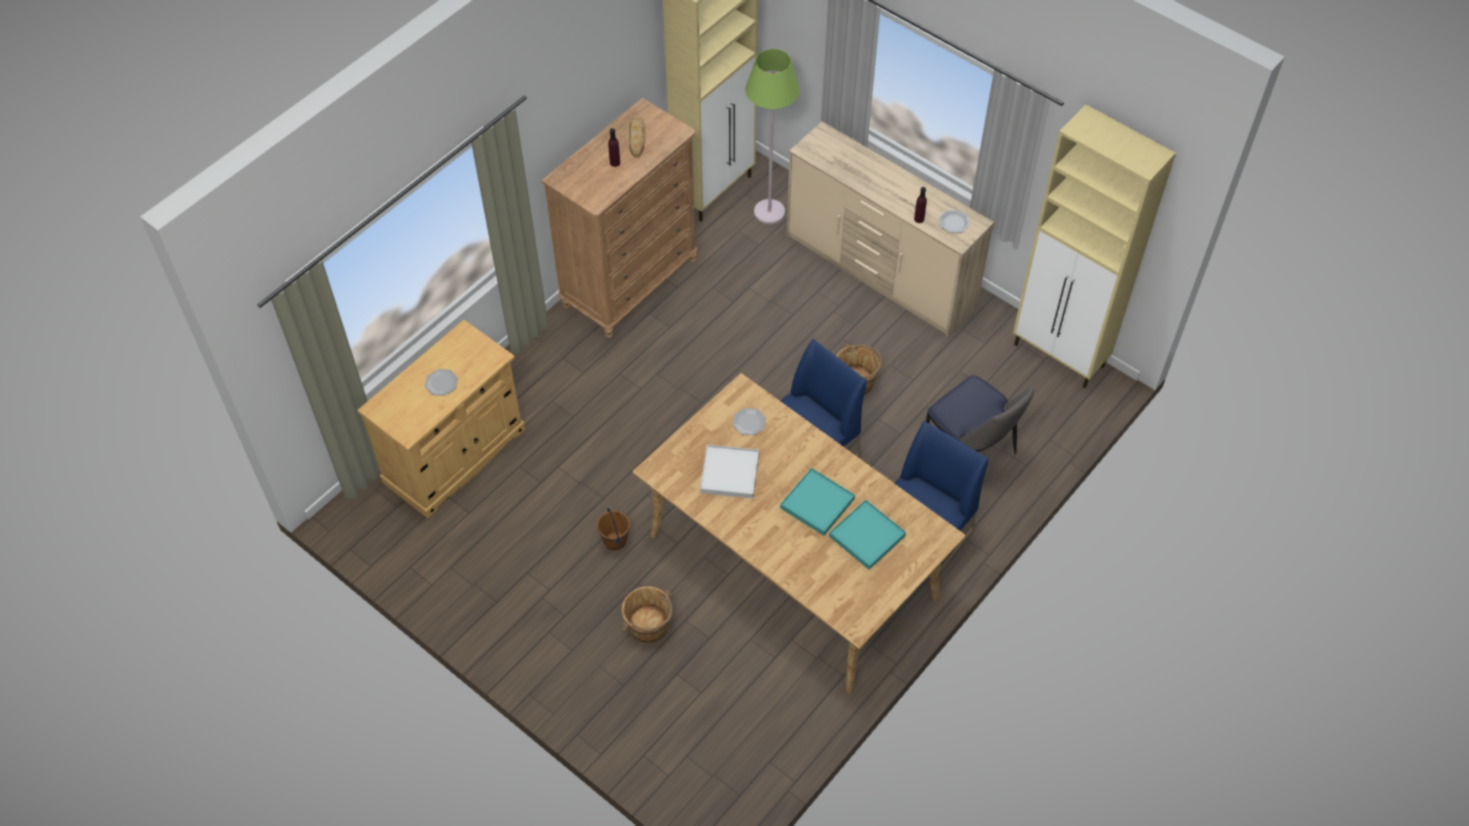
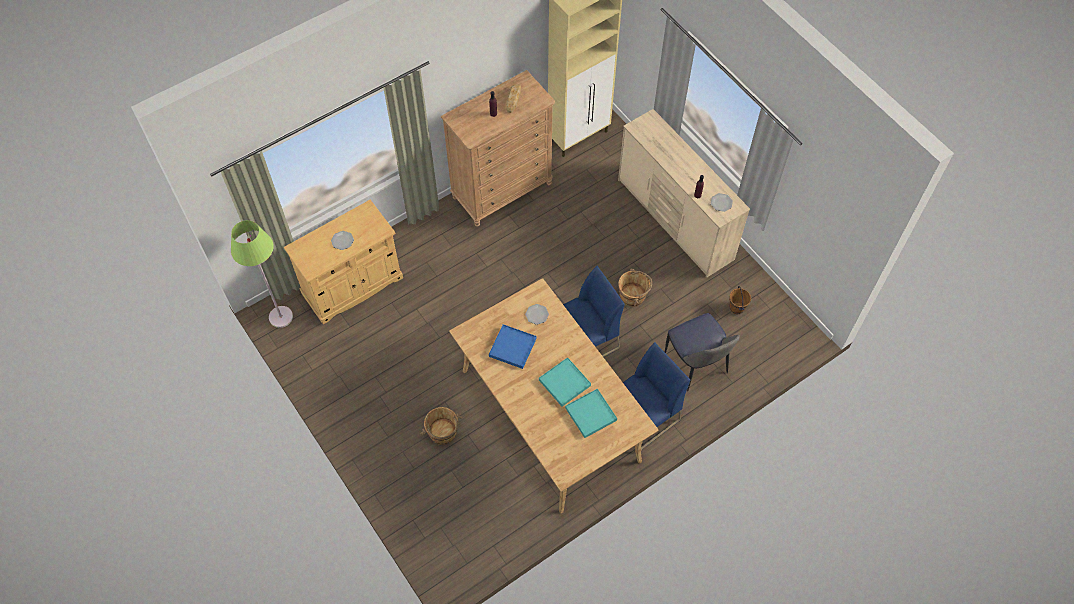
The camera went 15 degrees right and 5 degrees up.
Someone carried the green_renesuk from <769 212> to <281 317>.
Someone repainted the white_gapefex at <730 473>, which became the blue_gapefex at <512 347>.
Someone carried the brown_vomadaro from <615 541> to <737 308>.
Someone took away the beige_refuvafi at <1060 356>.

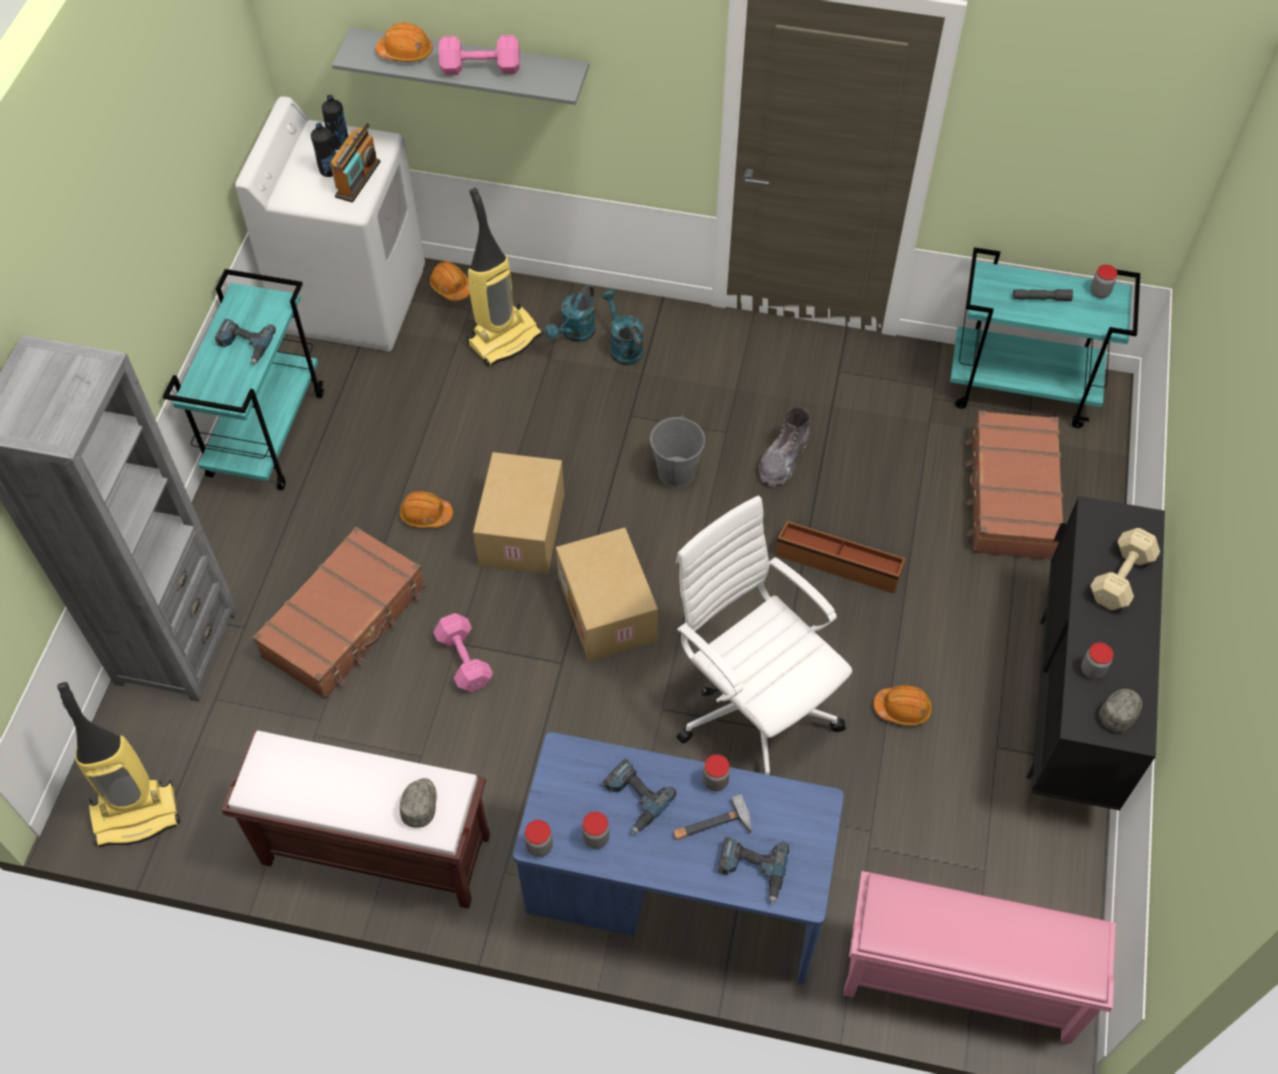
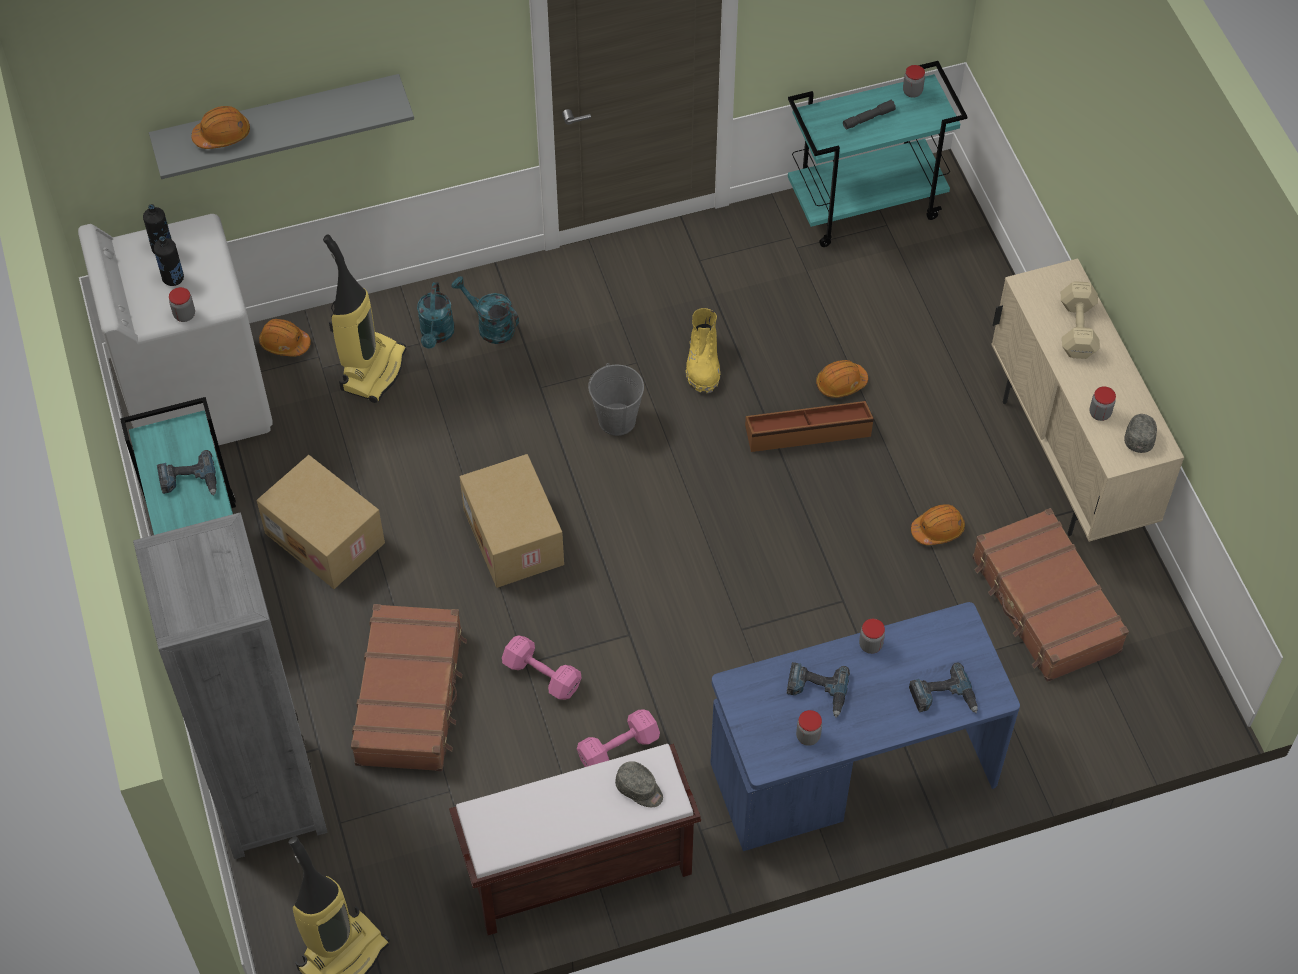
The camera went 30 degrees left and 0 degrees up.
Someone carried the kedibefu from <539 846> to <184 315>.
Someone carried the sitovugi from <609 610> to <326 537>.
Someone carried the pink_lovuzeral from <479 67> to <616 748>.
Someone rotated the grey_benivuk at <420 804> by 150 degrees clockwise.
Someone repainted the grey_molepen at <783 460>, which became the yellow_molepen at <703 364>.
Someone carried the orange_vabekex from <425 515> to <840 383>.
Someone carried the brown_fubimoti from <1010 496> to <1044 605>.
Someone repainted the black_refuvafi at <1070 705>, which became the beige_refuvafi at <1067 460>.
Someone took away the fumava at <358 179>.
Someone took away the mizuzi at <711 826>.
Someone took away the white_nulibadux at <753 705>.
Someone took away the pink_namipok at <957 982>.

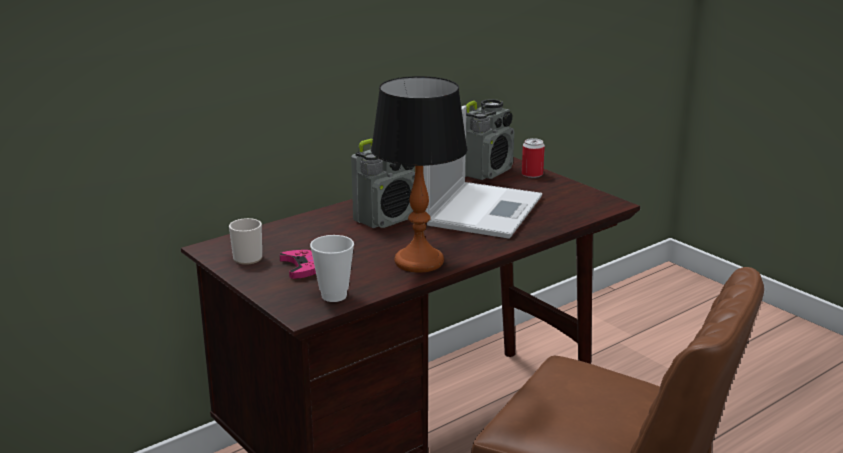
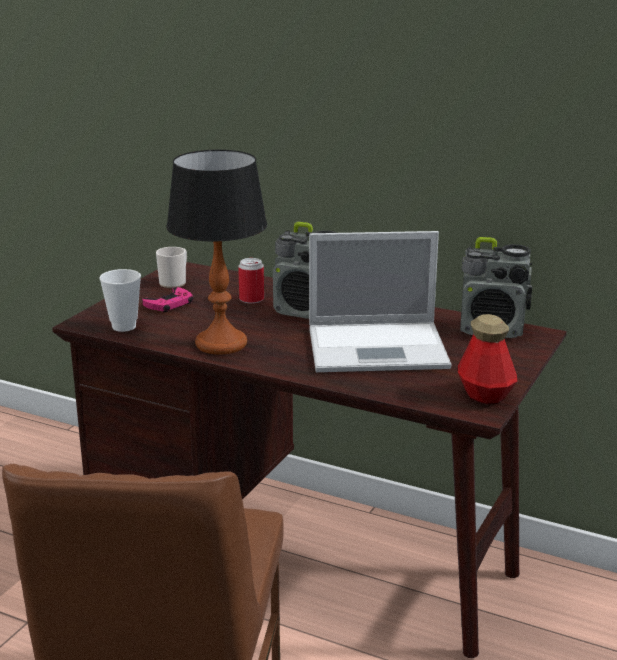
The camera went 65 degrees right and 0 degrees up.
Someone carried the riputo from <532 174> to <251 299>.
Someone put down the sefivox at <485 395>.

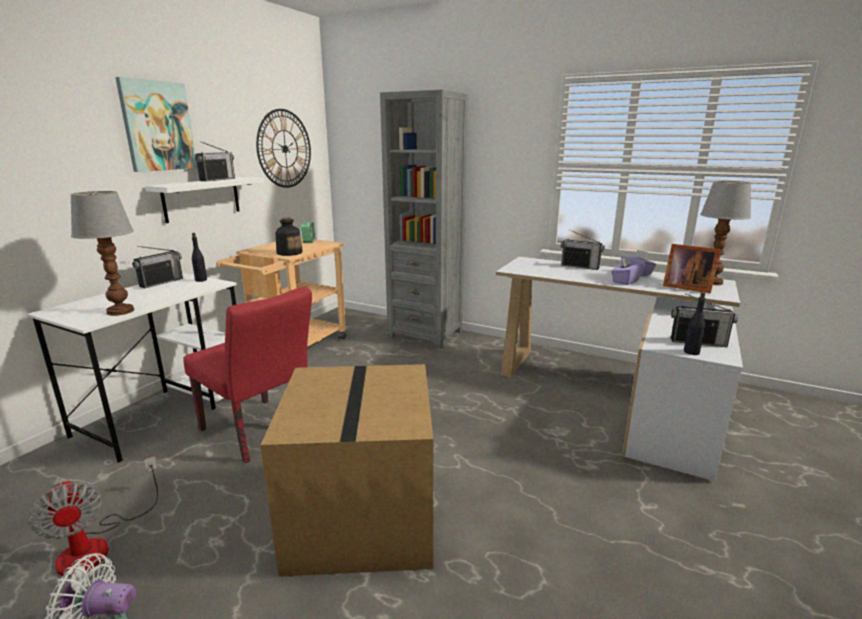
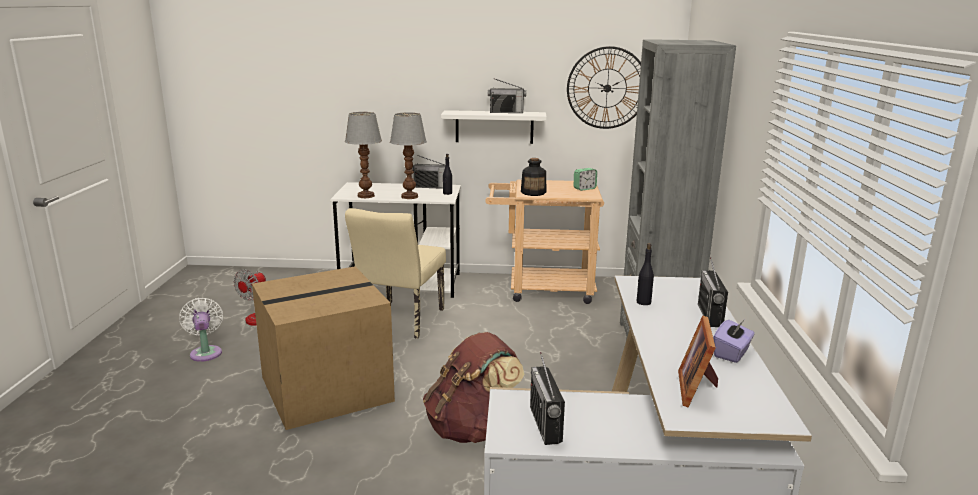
The camera went 65 degrees right and 0 degrees up.
Someone repainted the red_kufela at <260 433>, which became the beige_kufela at <399 322>.
Someone carried the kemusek from <712 282> to <410 197>.
Someone put down the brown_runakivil at <472 429>.
Someone carried the black_sefivox from <691 352> to <643 302>.
Someone took away the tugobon at <157 126>.
Someone took away the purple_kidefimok at <625 281>.

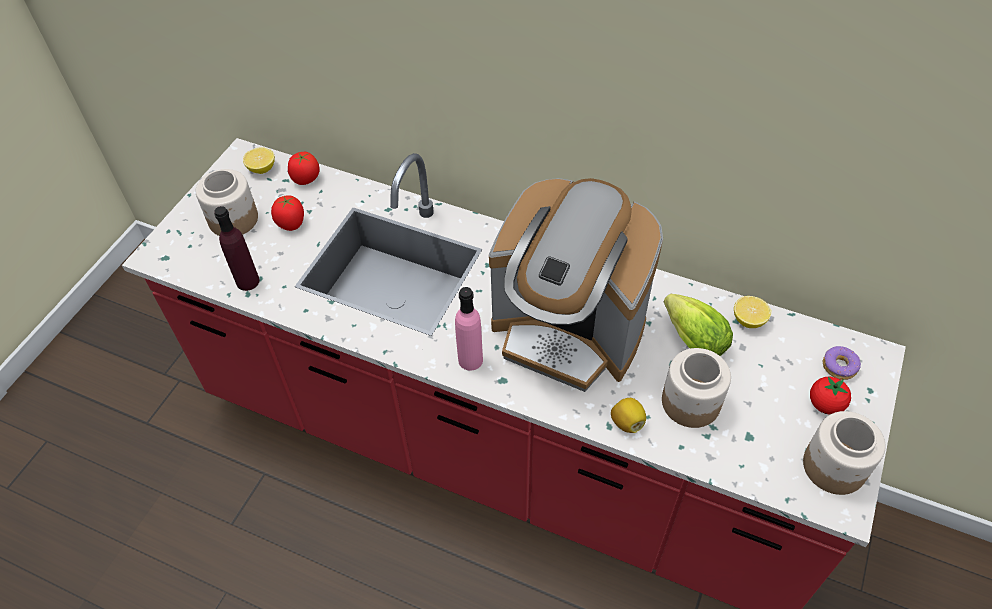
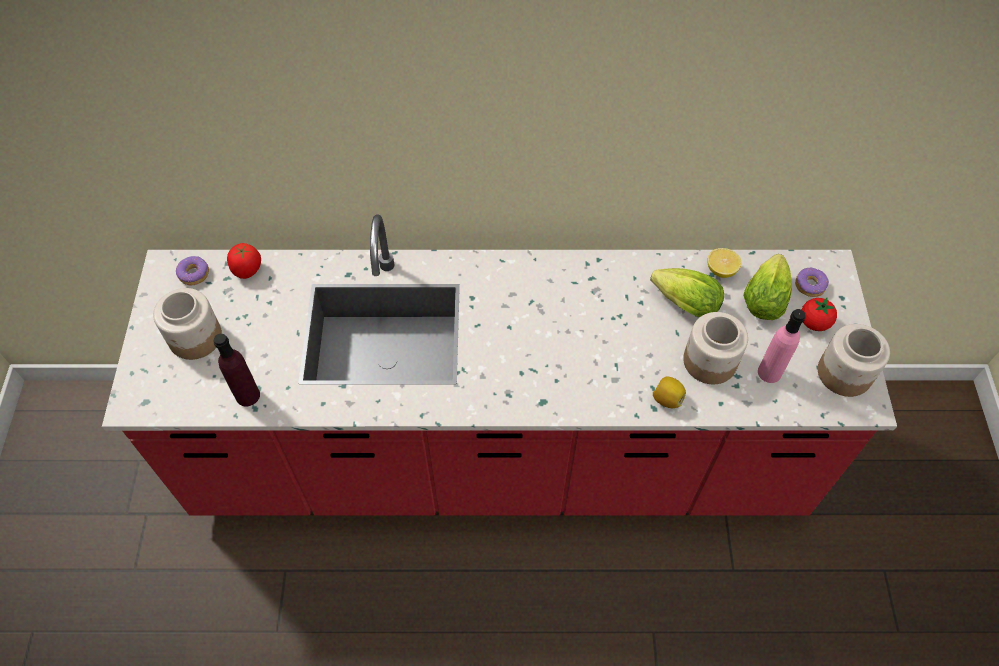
The camera went 25 degrees left and 5 degrees up.
Someone swapped the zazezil at <262 168> for the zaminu at <194 274>.
Someone put down the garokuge at <765 297>.
Someone carried the pink_sefivox from <470 360> to <769 372>.
Someone took away the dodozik at <291 224>.
Someone took away the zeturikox at <568 332>.

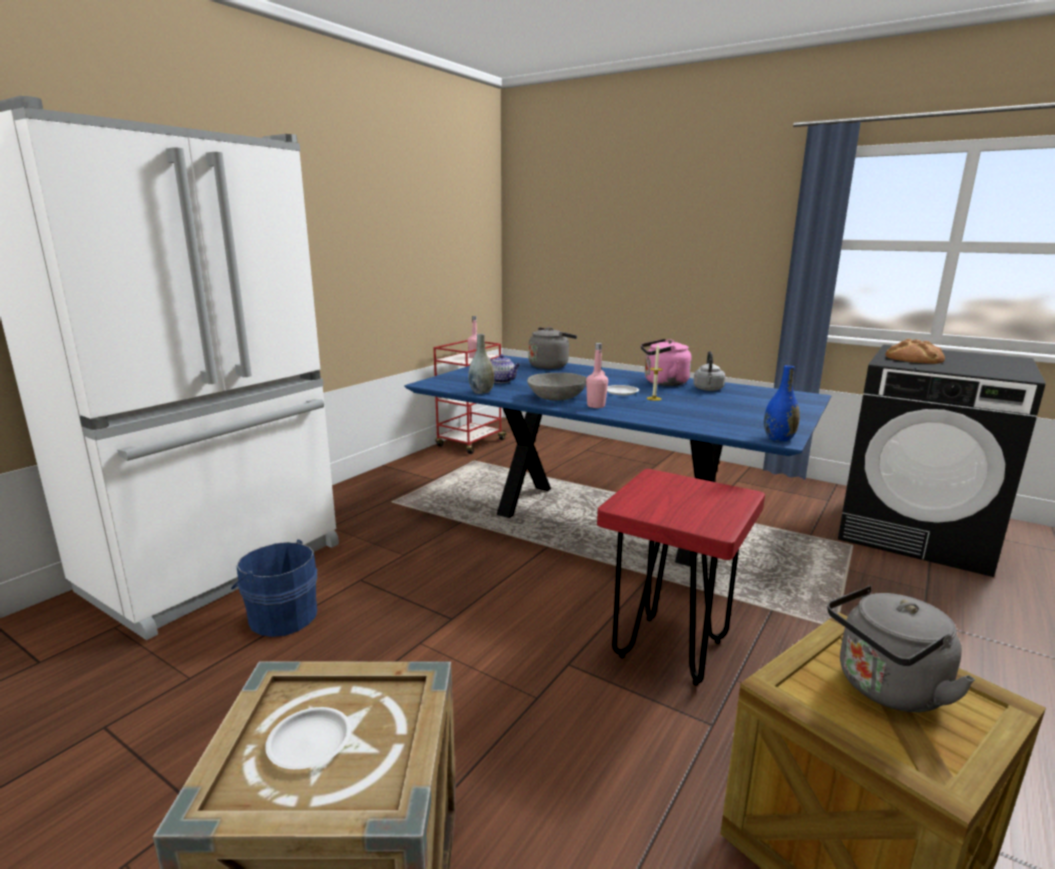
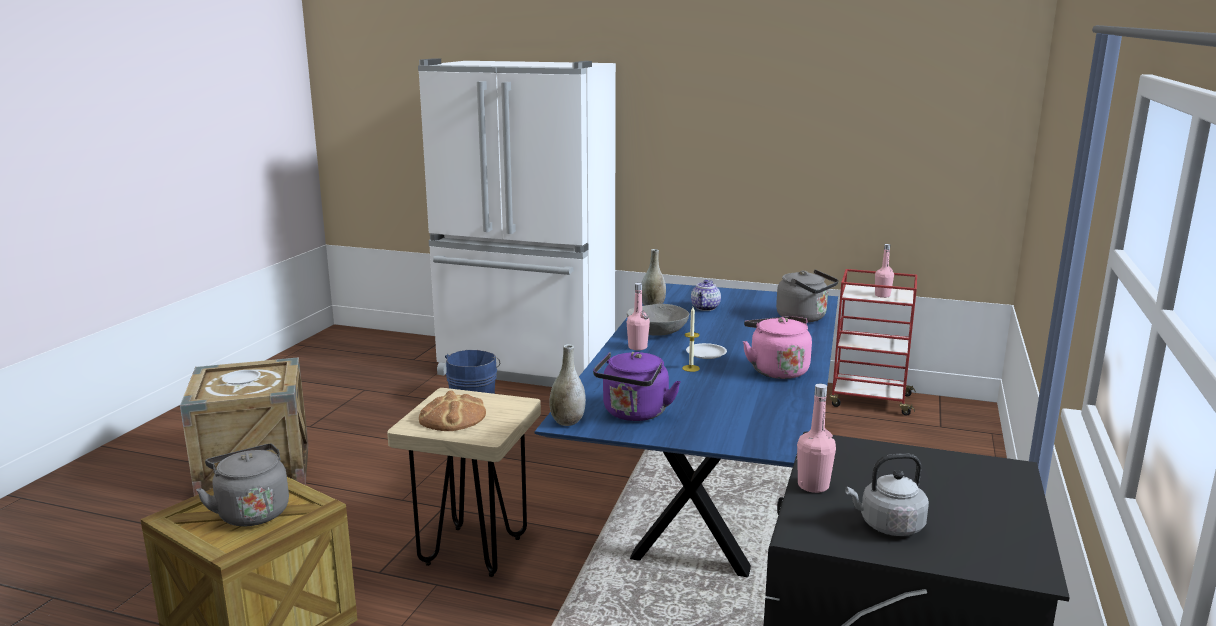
The camera went 75 degrees right and 0 degrees up.
Someone repainted the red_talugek at <669 649>, which became the beige_talugek at <473 551>.
Someone carried the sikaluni from <913 358> to <452 417>.
Someone repainted the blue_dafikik at <778 438>, which became the grey_dafikik at <567 422>.
Someone put down the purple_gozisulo at <634 414>.
Someone put down the pink_sefivox at <813 486>.
Someone carried the grey_gozisulo from <708 389> to <888 526>.

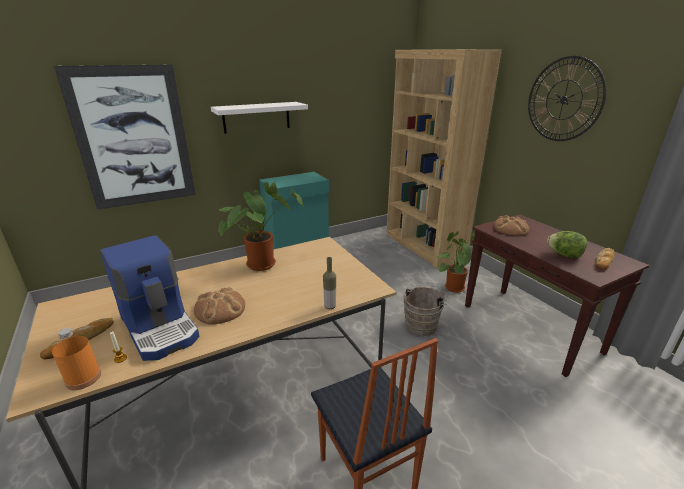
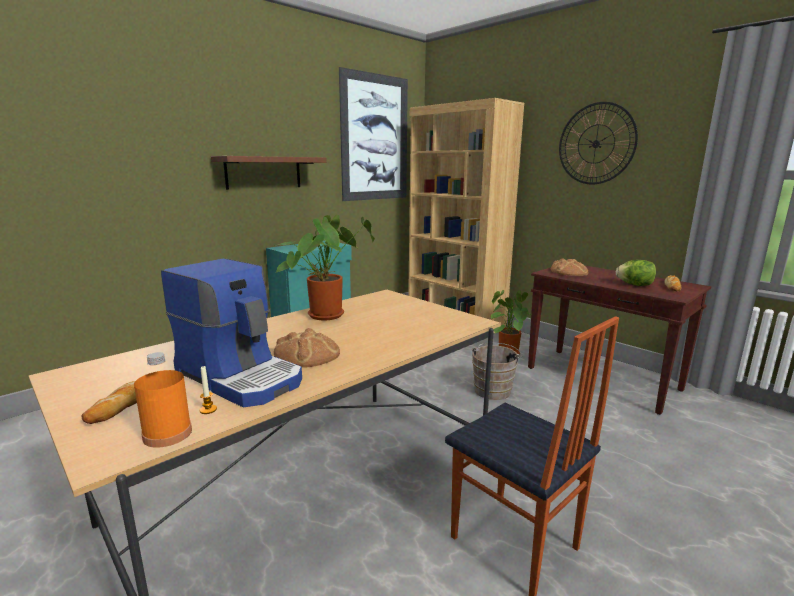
The camera went 15 degrees left and 10 degrees down.
Someone repainted the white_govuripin at <256 117>, which became the brown_govuripin at <263 172>.
Someone carried the tugobon from <134 138> to <375 138>.
Someone took away the sefivox at <330 306>.

